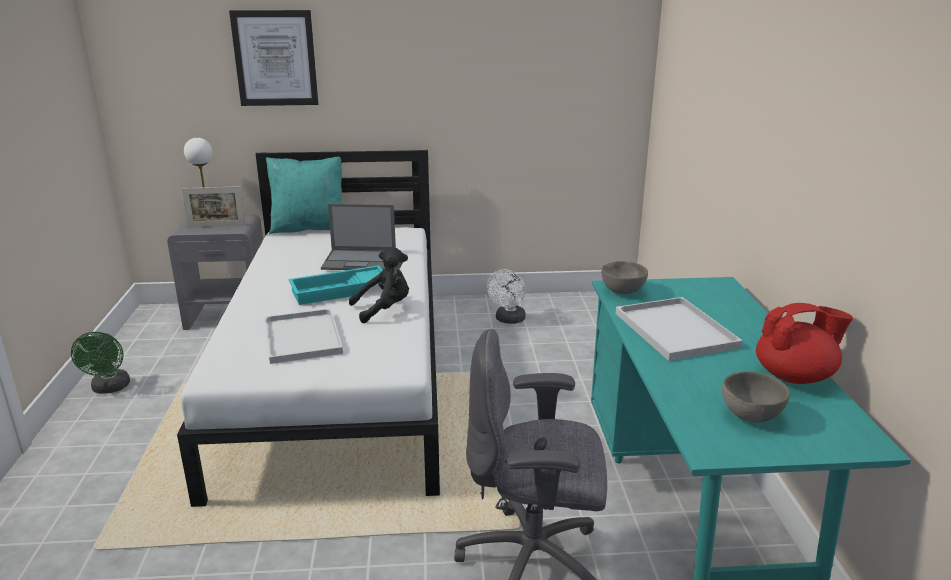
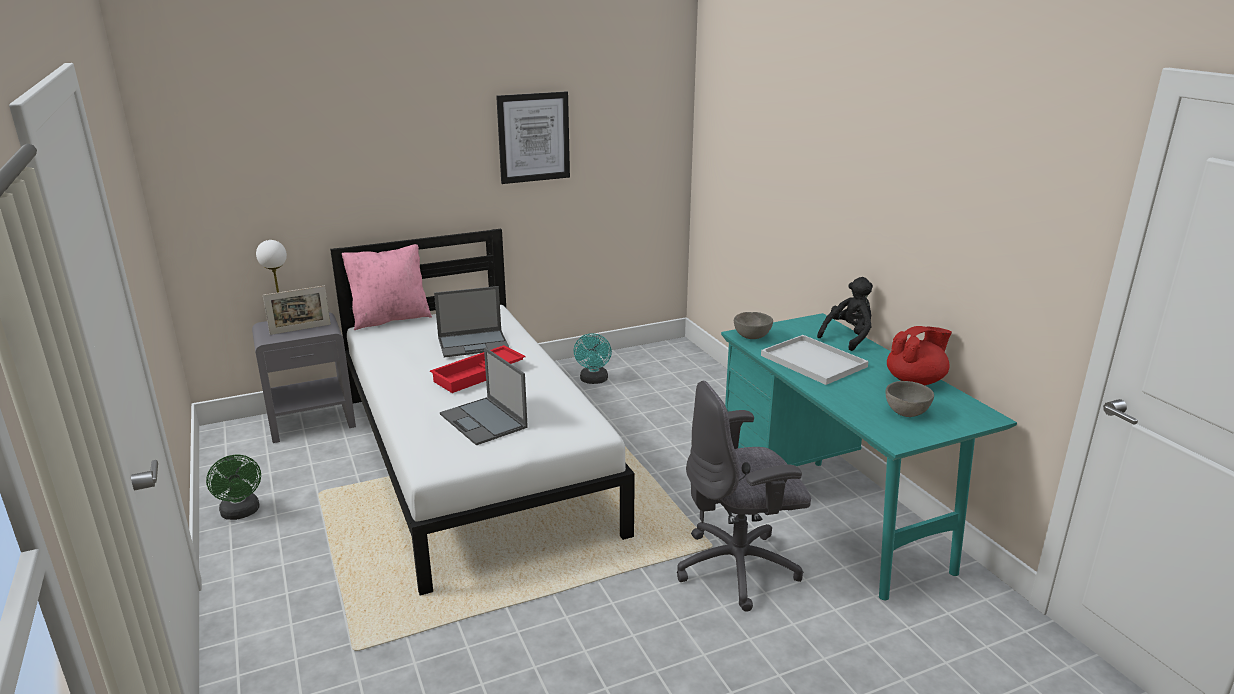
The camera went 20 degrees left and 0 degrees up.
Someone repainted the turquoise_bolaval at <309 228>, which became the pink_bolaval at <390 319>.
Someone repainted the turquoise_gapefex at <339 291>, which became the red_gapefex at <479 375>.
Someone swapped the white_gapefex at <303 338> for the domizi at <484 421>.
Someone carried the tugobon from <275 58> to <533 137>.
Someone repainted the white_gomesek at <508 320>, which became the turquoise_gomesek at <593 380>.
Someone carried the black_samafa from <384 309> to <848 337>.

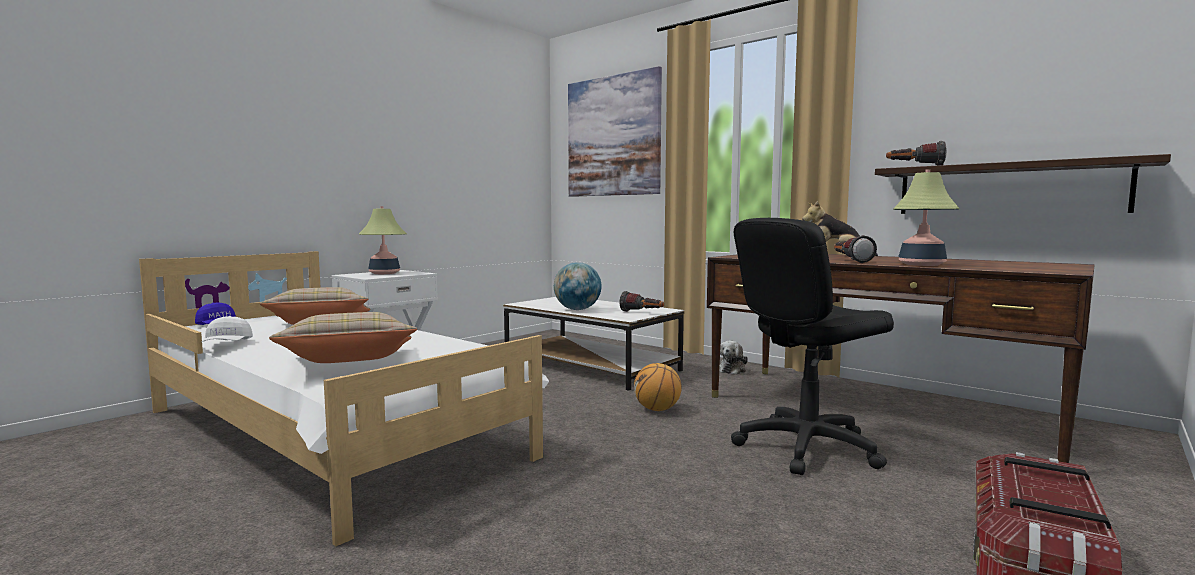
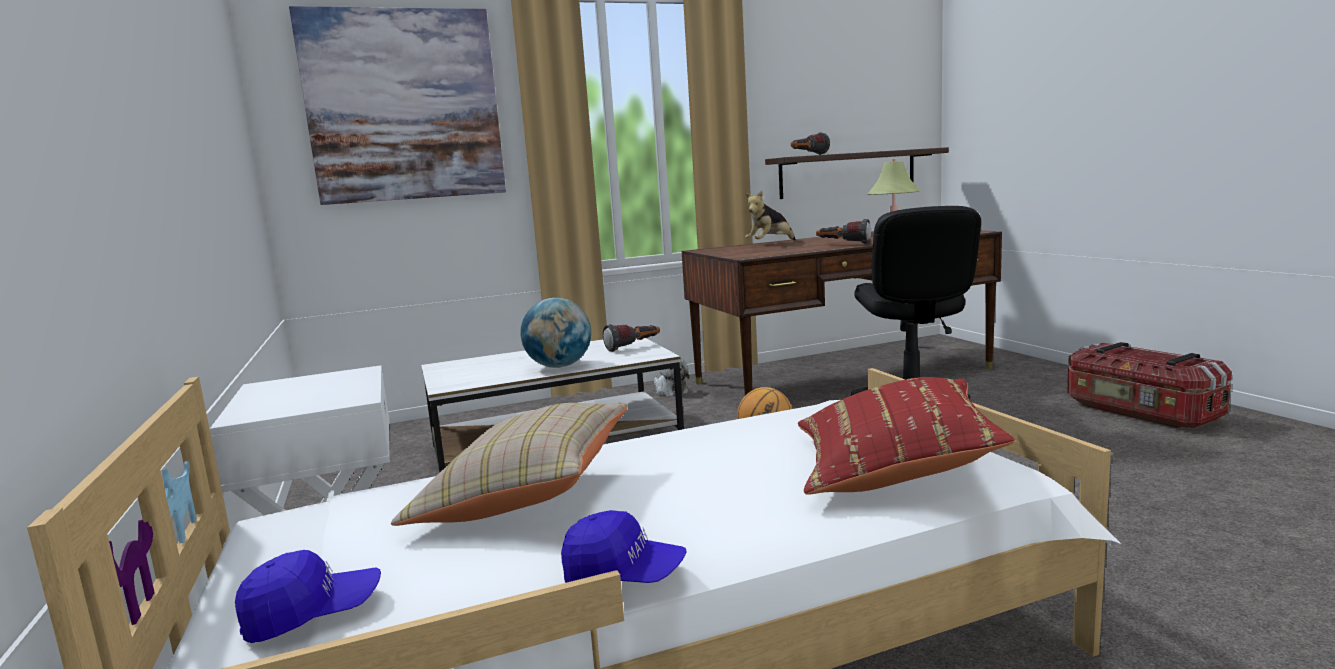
The camera went 60 degrees left and 5 degrees up.
Someone repainted the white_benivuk at <227 344>, which became the blue_benivuk at <623 575>.
Someone repainted the beige_bolaval at <350 364>, which became the red_bolaval at <892 470>.
Someone took away the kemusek at <384 273>.

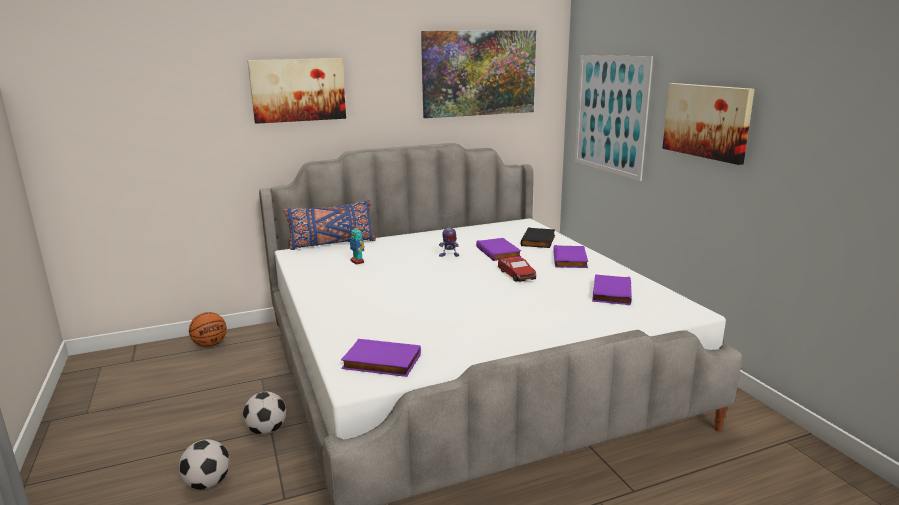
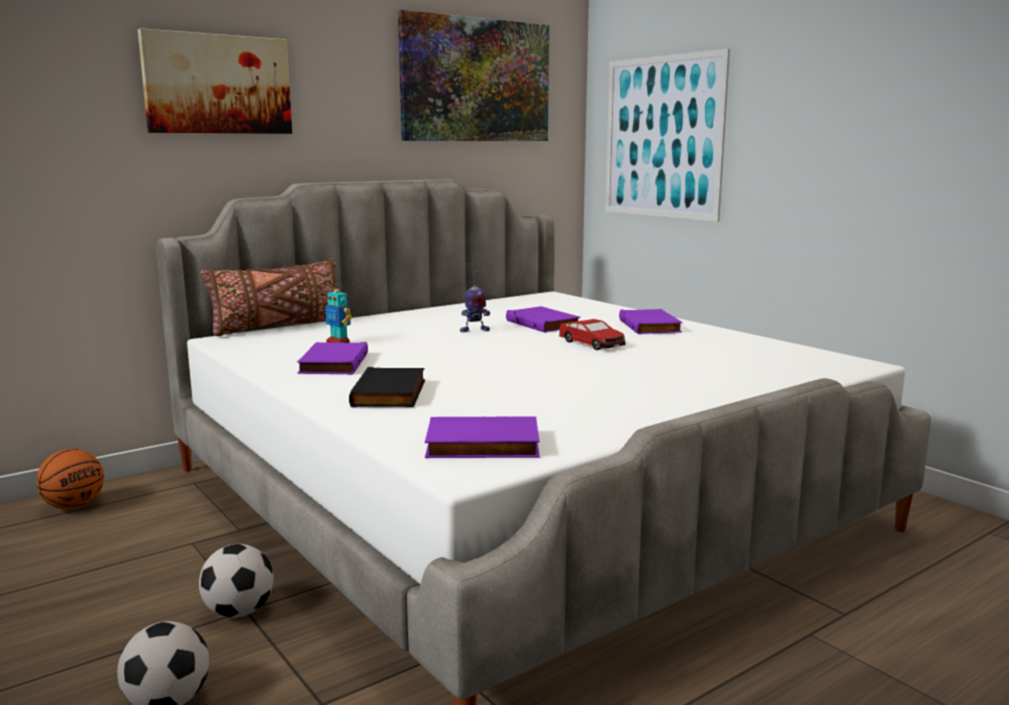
The camera went 15 degrees left and 5 degrees down.
Someone repainted the blue_bolaval at <332 243>, which became the brown_bolaval at <278 327>.
Someone carried the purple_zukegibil from <610 292> to <332 363>.
Someone carried the black_zukegibil from <539 241> to <391 393>.
Someone took away the tugobon at <706 121>.

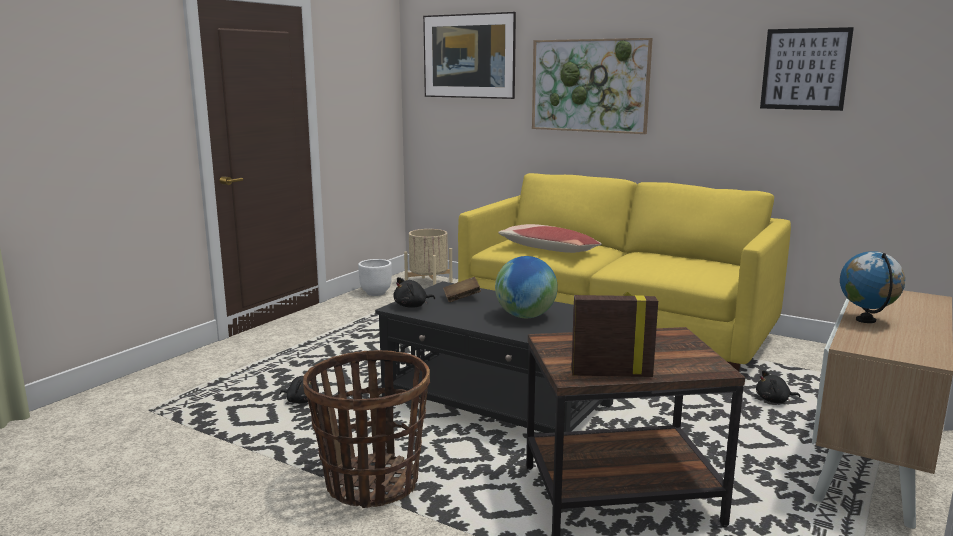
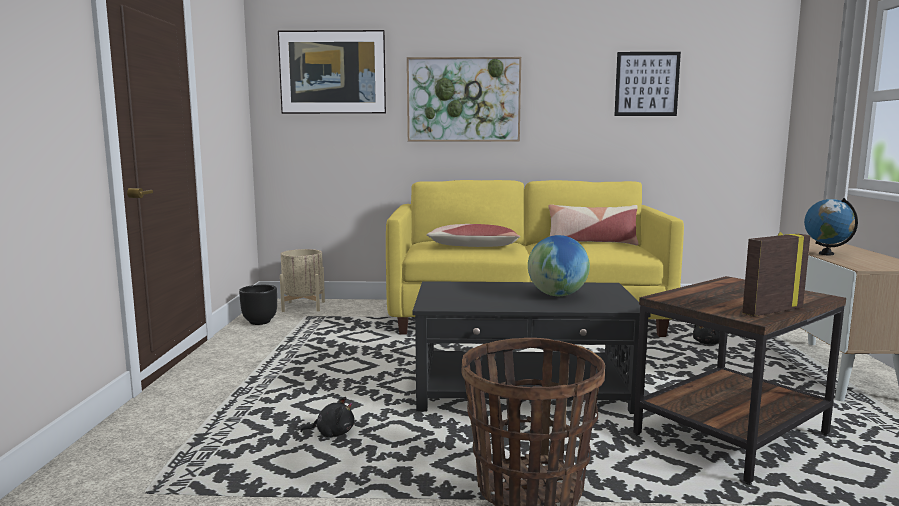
The camera went 30 degrees left and 5 degrees down.
Someone repainted the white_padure at <376 293>, which became the black_padure at <260 322>.
Someone put down the bolaval at <591 242>.
Someone took away the black_samafa at <412 306>.
Someone took away the brown_zukegibil at <461 298>.

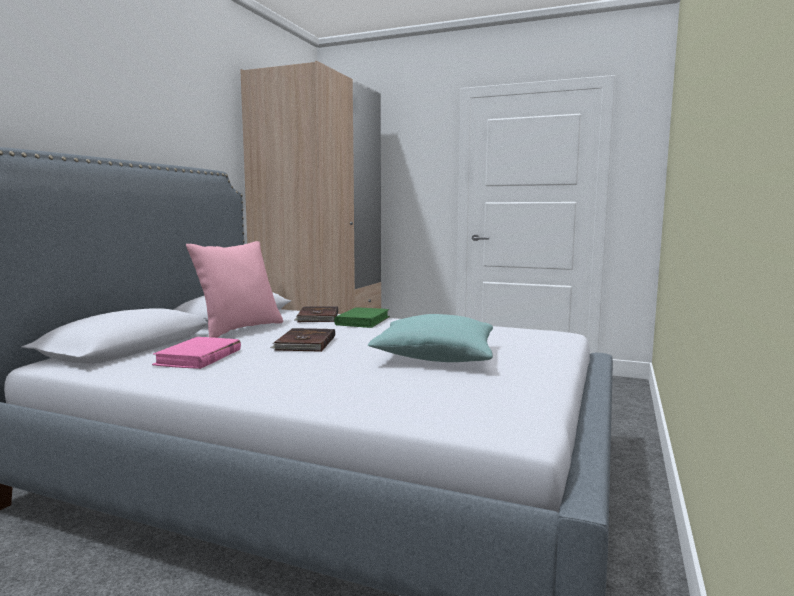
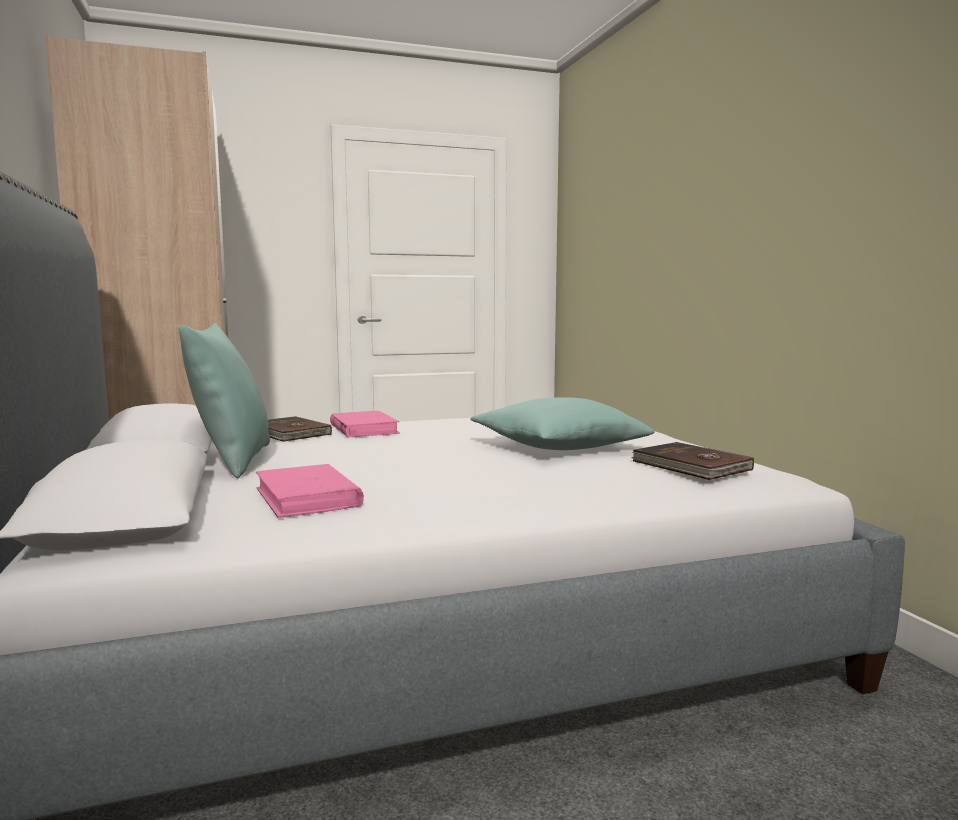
The camera went 40 degrees left and 0 degrees up.
Someone repainted the pink_bolaval at <239 329>, which became the turquoise_bolaval at <232 461>.
Someone repainted the green_zukegibil at <363 321>, which became the pink_zukegibil at <363 429>.
Someone carried the brown_zukegibil from <304 343> to <691 466>.

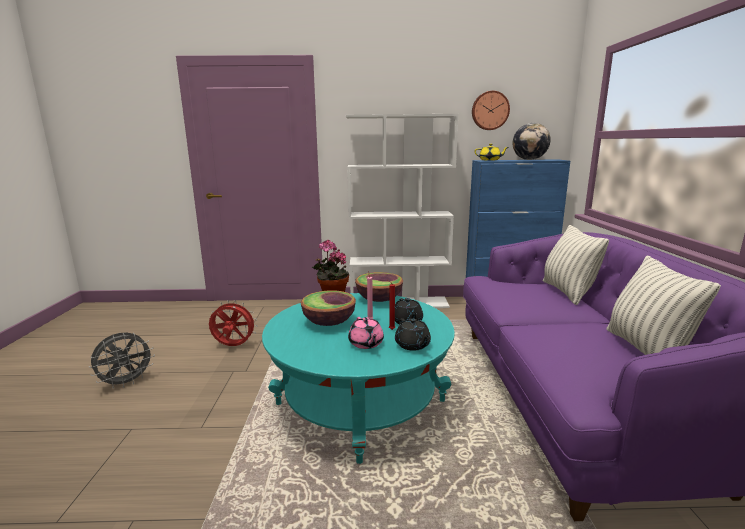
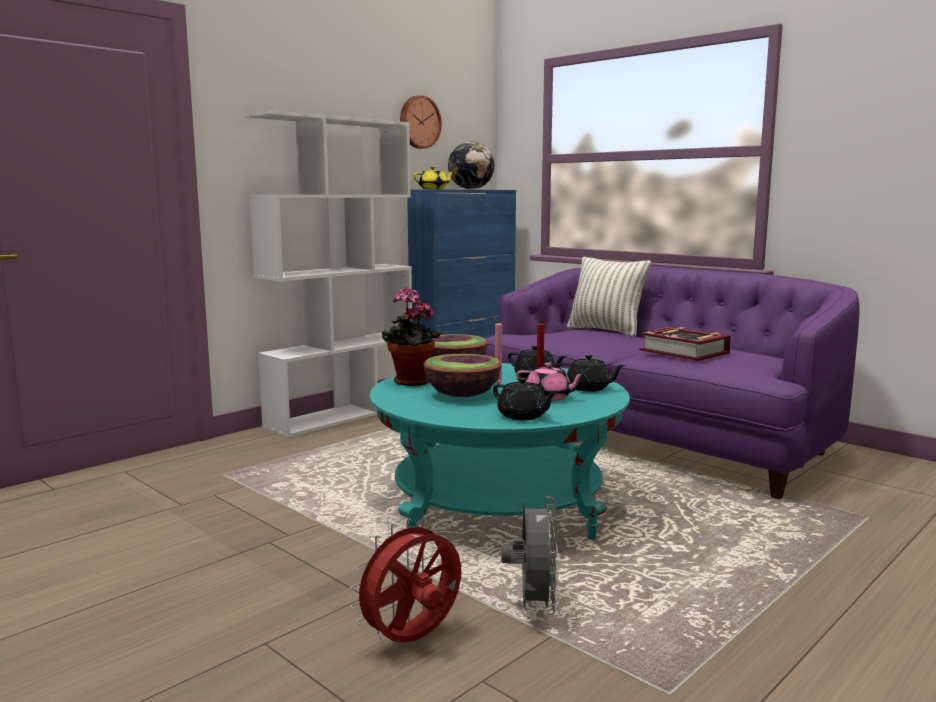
The camera went 45 degrees left and 5 degrees down.
Someone carried the red_gomesek from <233 346> to <412 640>.
Someone put down the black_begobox at <523 416>.
Someone carried the grey_gomesek from <126 382> to <533 606>.
Someone put down the zukegibil at <684 352>.
Someone took away the bolaval at <646 350>.

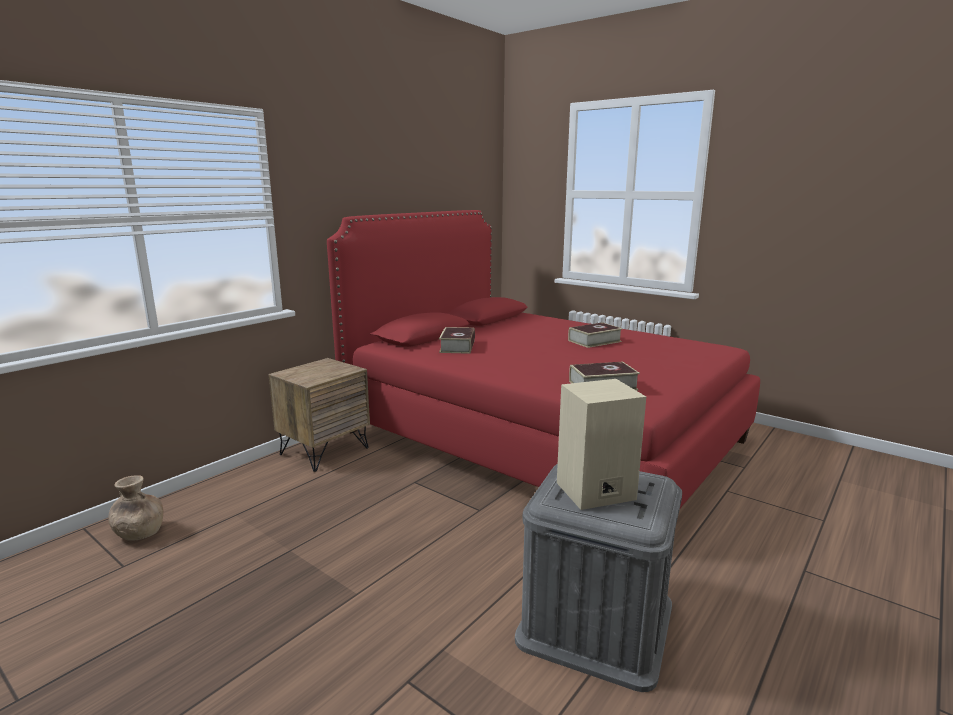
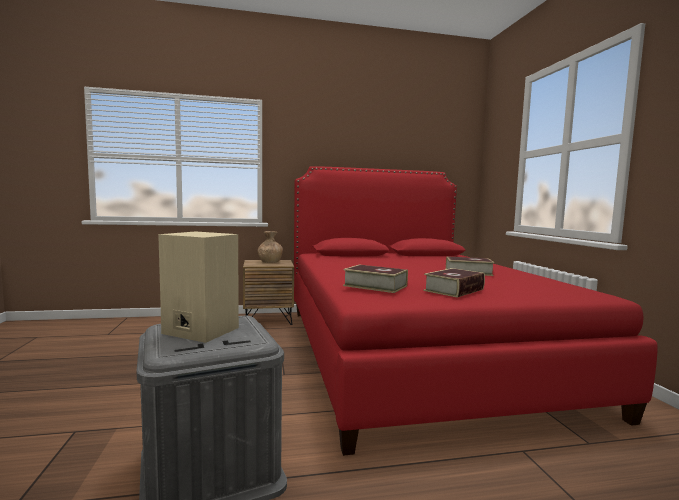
The camera went 40 degrees right and 10 degrees down.
Someone carried the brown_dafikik from <139 533> to <270 262>.
Someone carried the zukegibil from <457 346> to <454 290>.

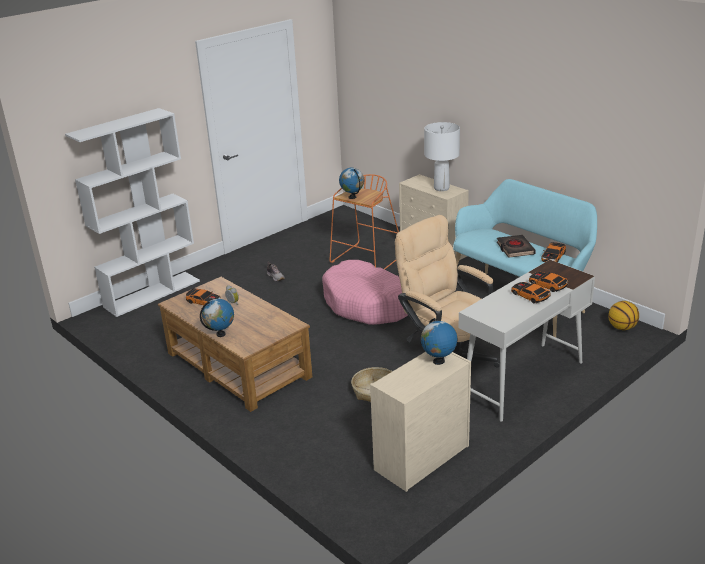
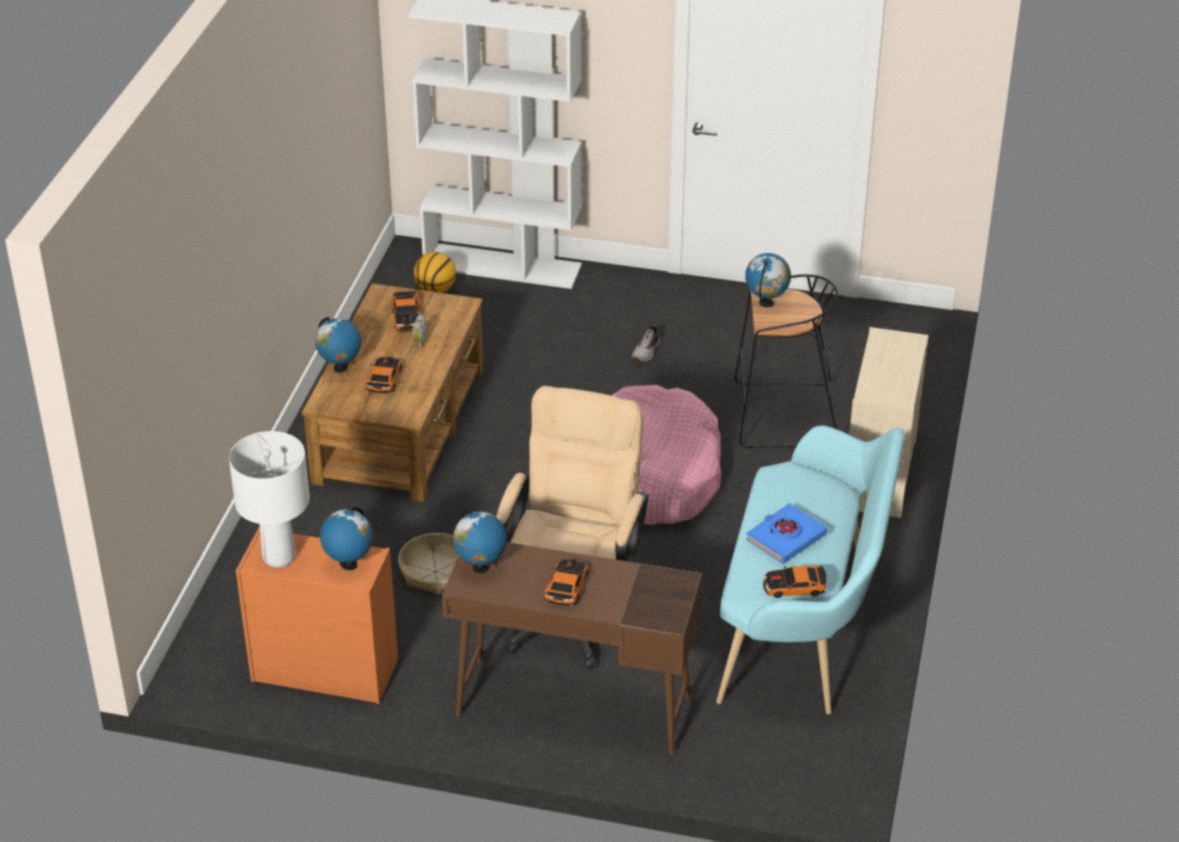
The camera went 55 degrees right and 10 degrees up.
Someone carried the white_kemusek from <441 188> to <279 557>.
Someone repainted the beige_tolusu at <421 458>, which became the orange_tolusu at <323 670>.
Someone carried the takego from <547 284> to <383 379>.
Someone carried the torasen from <622 327> to <436 290>.
Someone repainted the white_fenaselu at <523 380>, which became the brown_fenaselu at <572 706>.
Someone put down the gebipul at <480 567>.
Someone repainted the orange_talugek at <366 260>, which became the black_talugek at <782 416>.
Someone repainted the black_zukegibil at <515 249>, which became the blue_zukegibil at <785 538>.

